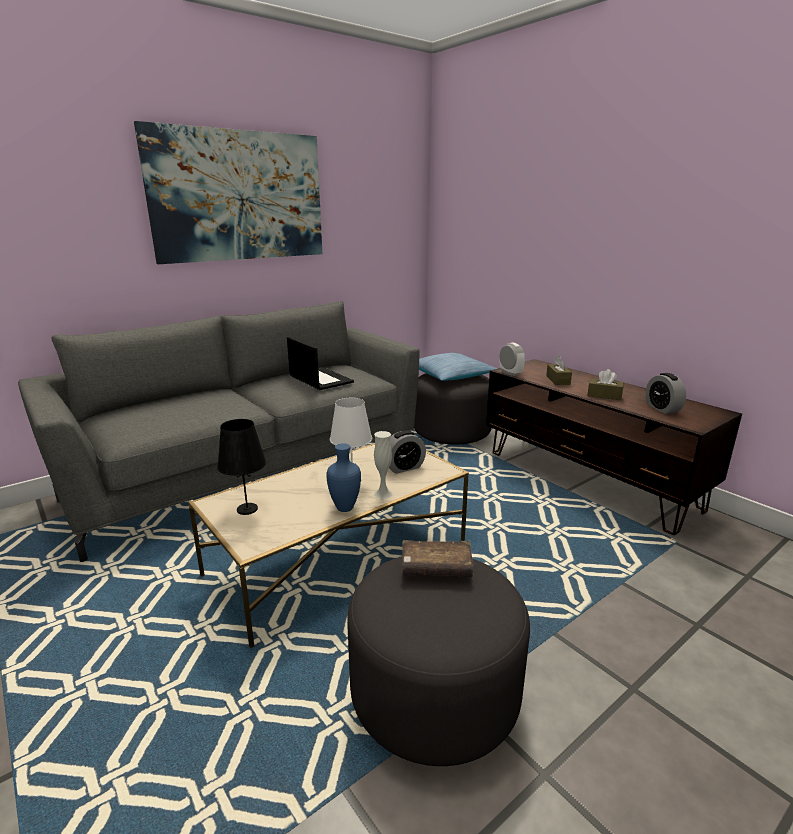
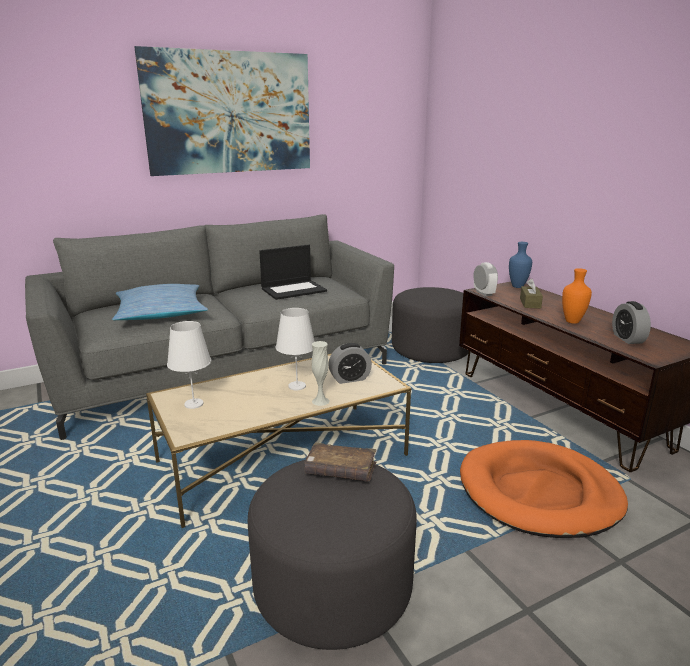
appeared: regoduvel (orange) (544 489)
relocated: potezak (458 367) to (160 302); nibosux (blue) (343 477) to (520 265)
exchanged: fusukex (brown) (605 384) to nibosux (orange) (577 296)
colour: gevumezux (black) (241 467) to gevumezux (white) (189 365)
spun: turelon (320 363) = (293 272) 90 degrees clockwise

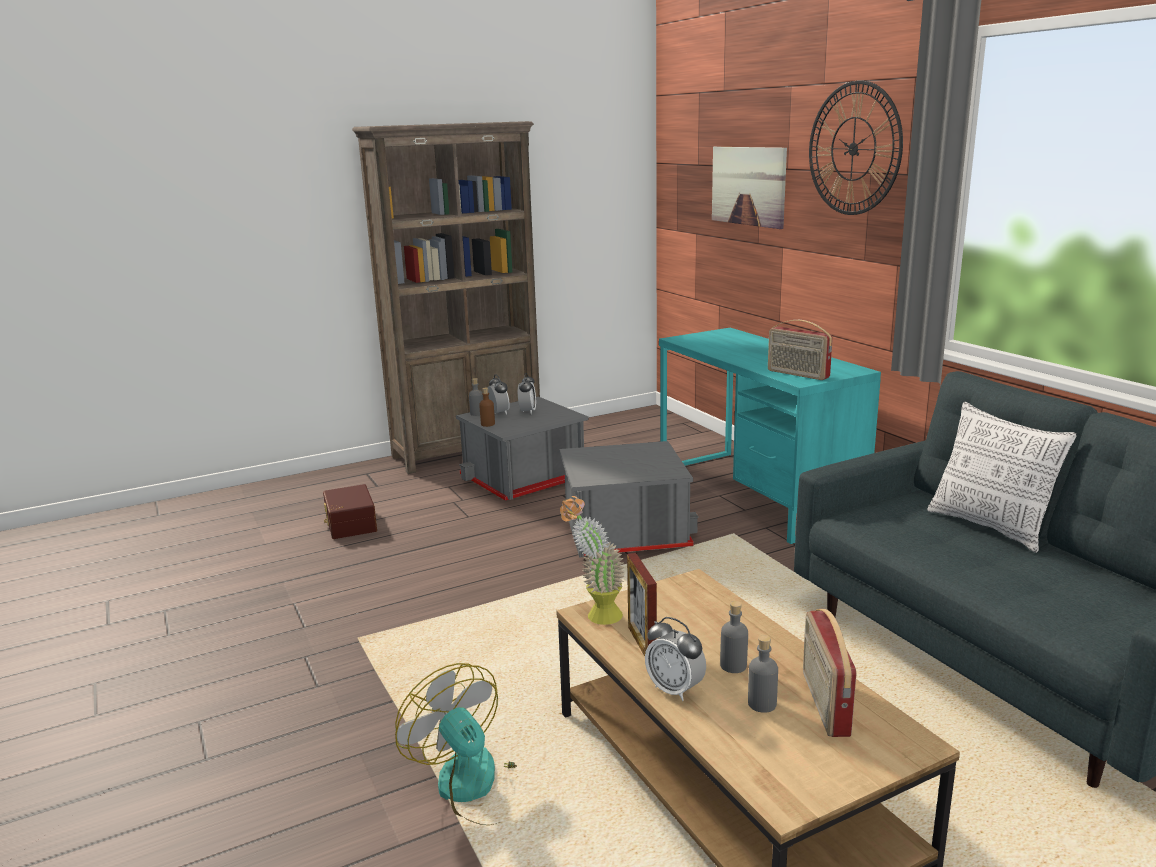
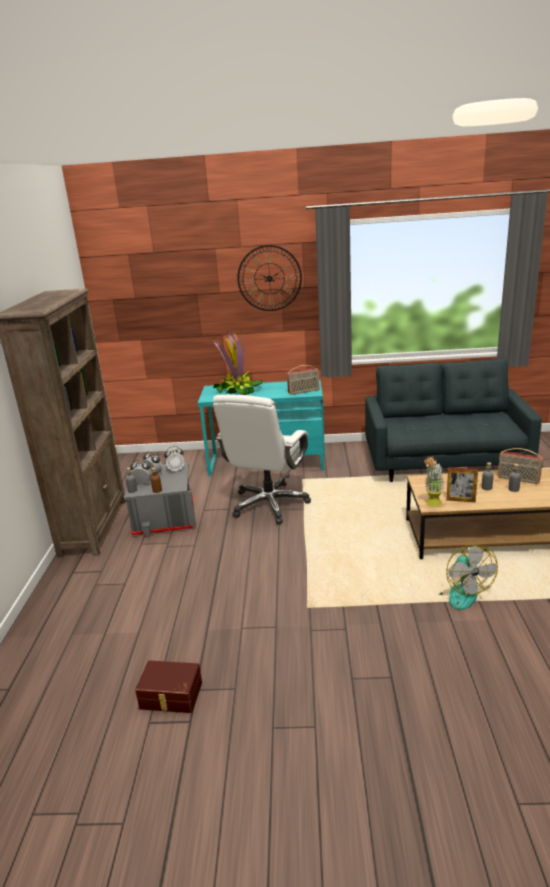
missing: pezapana (749 188); potezak (1001 477)
appeared: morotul (238 363)
relocated: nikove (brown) (350 511) to (168 687); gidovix (675 659) to (174 459)
exchanged: nikove (grey) (629 499) to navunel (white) (262 459)
spun: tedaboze (456 744) = (468 577) 90 degrees counterclockwise

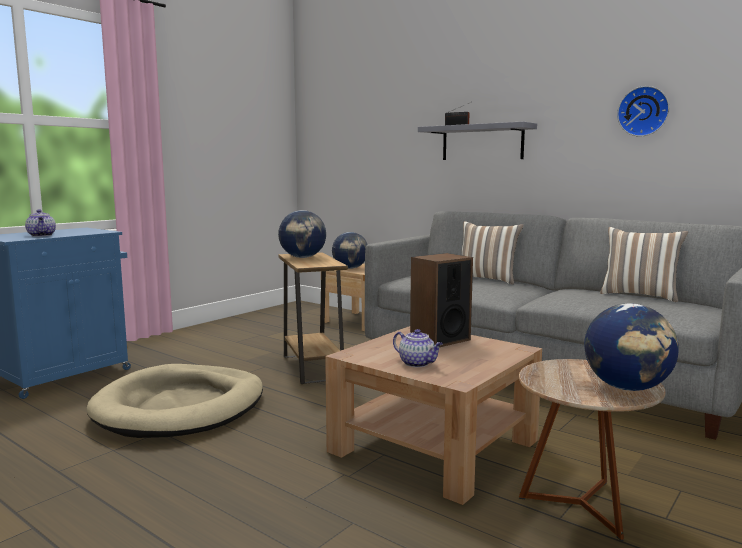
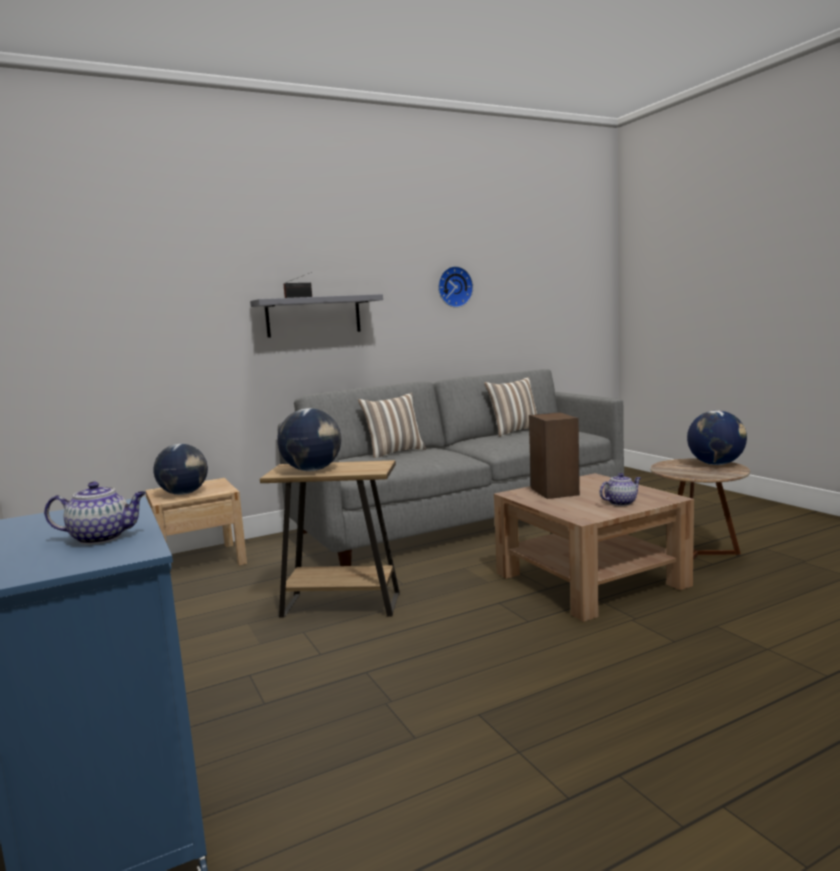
missing: regoduvel (beige) (174 401)

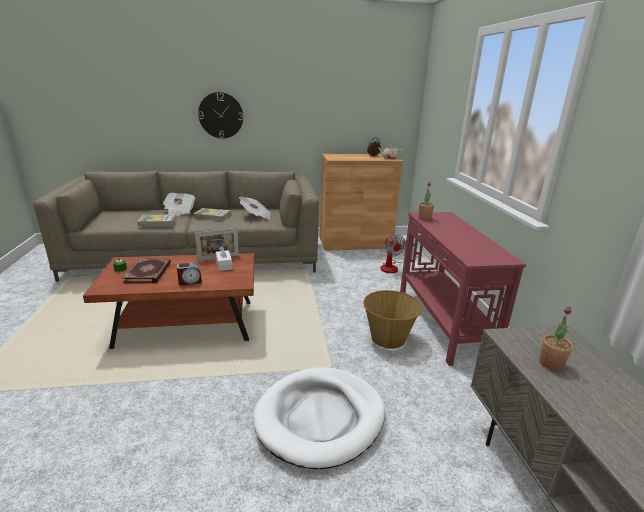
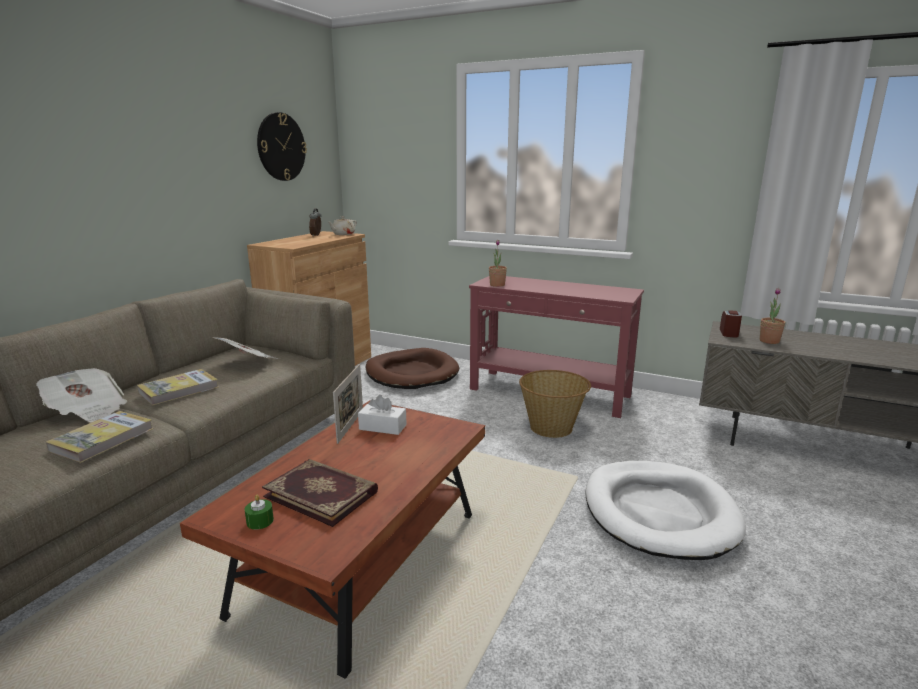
relocated: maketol (220 115) to (282 146); gidovix (189 274) to (731 324)
exchanged: tedaboze (393 254) to regoduvel (brown) (412 368)

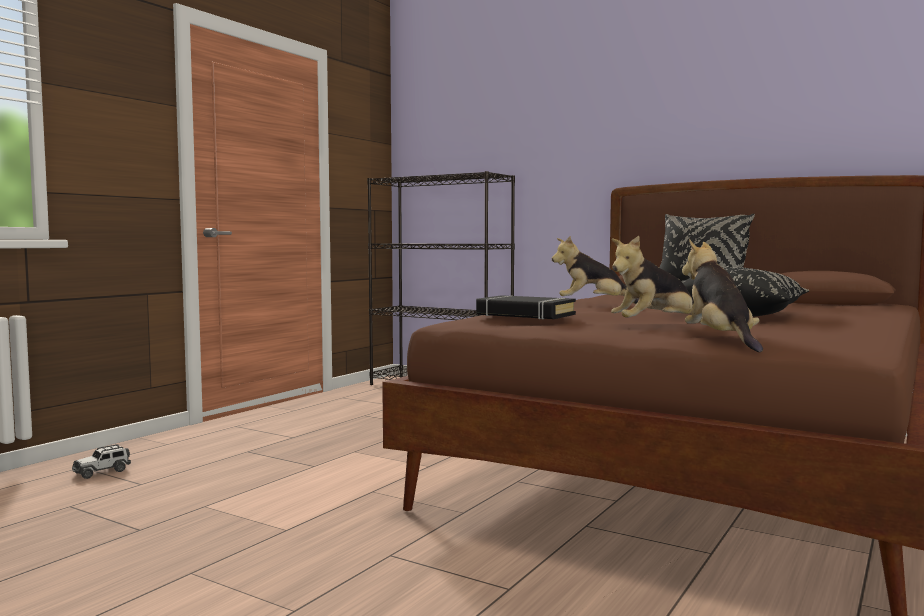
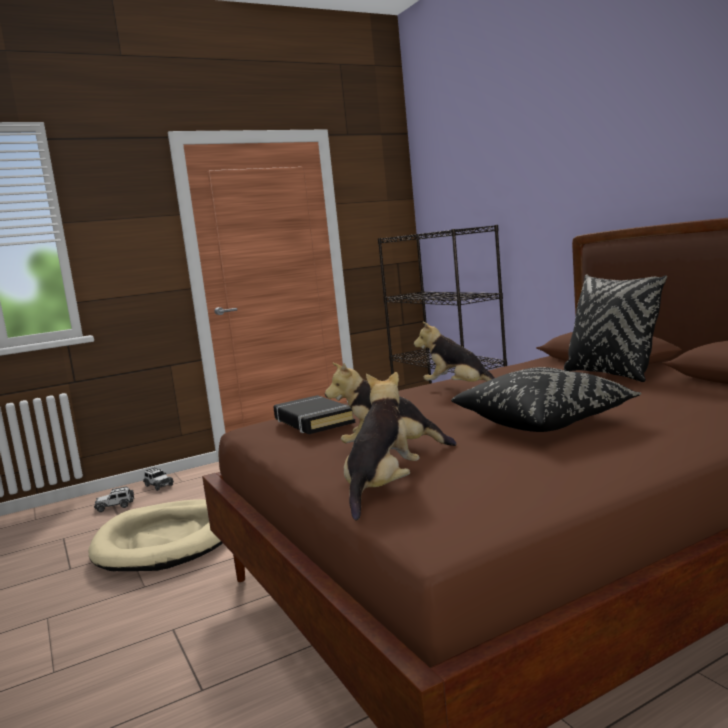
appeared: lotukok (158 479); regoduvel (beige) (155 535)

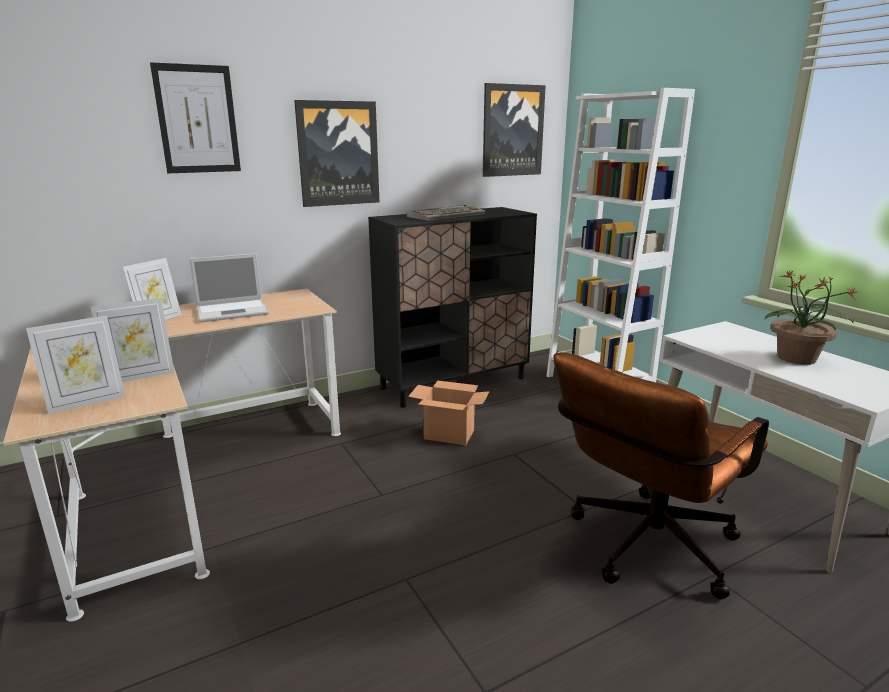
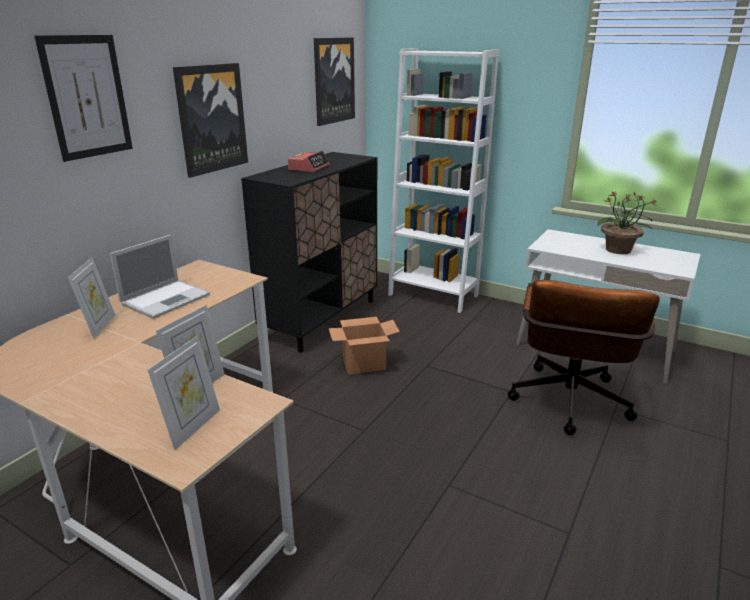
exchanged: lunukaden (446 213) to gidovix (309 161)

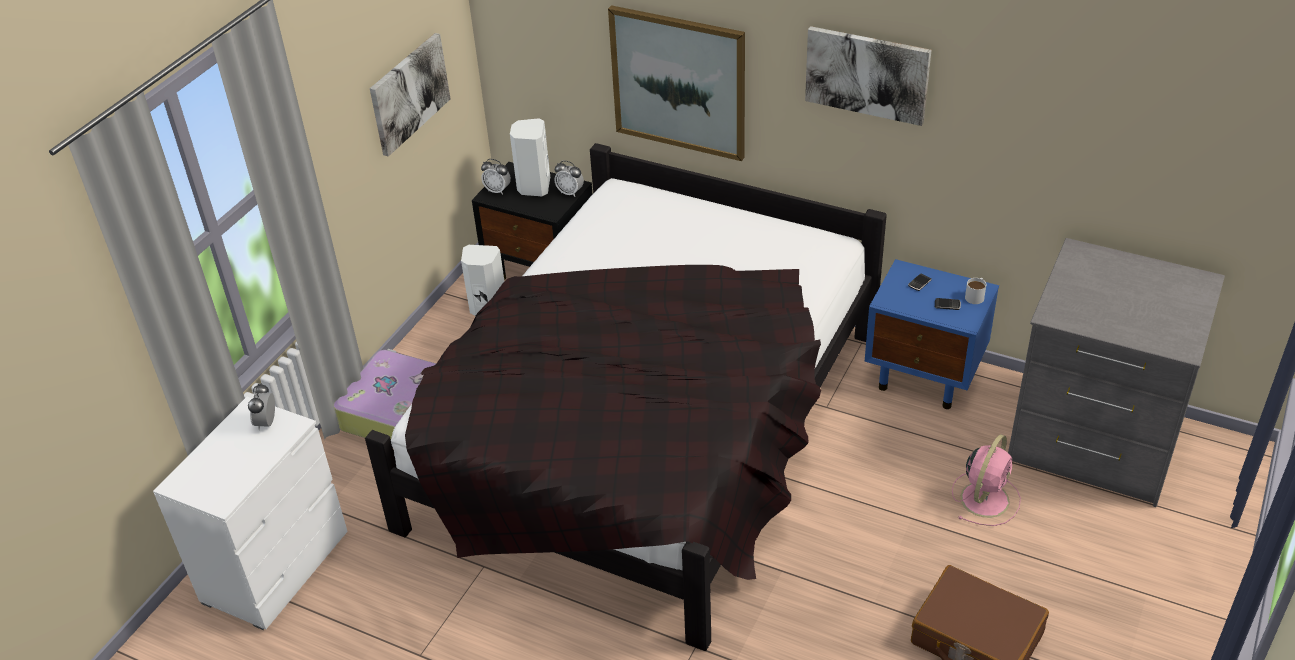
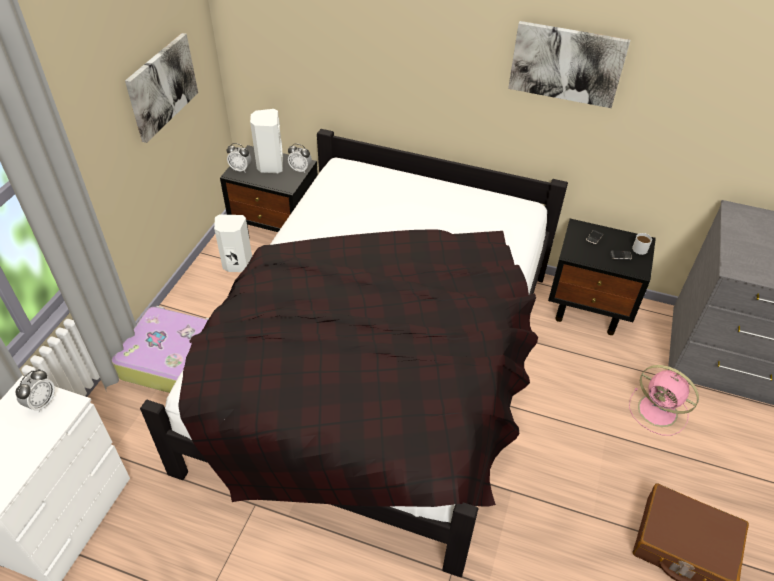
missing: pezapana (676 83)
colour: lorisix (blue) (932 334) to lorisix (black) (602 277)
spun: gidovix (261 406) = (35 391) 150 degrees counterclockwise; tedaboze (pink) (986 480) = (664 400) 105 degrees clockwise

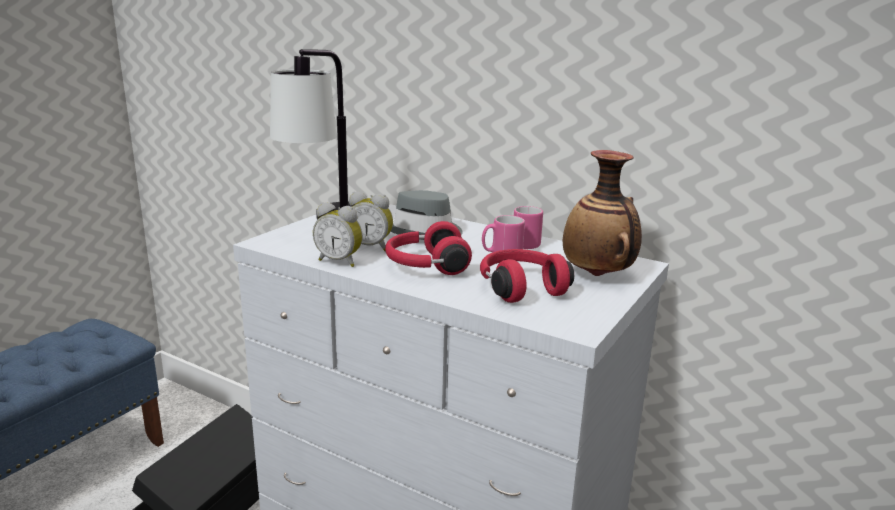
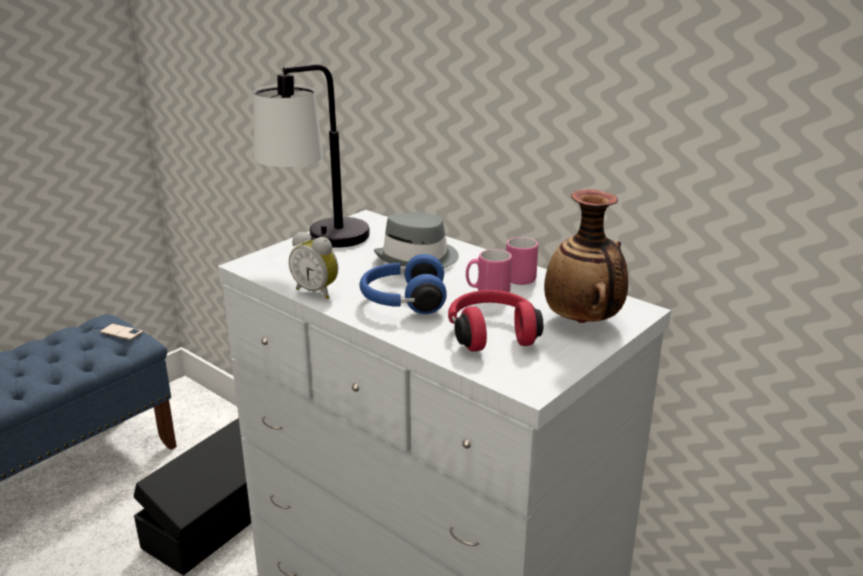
missing: gidovix (371 221)
appeared: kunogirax (121 331)
colour: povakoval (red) (428 248) to povakoval (blue) (403 284)

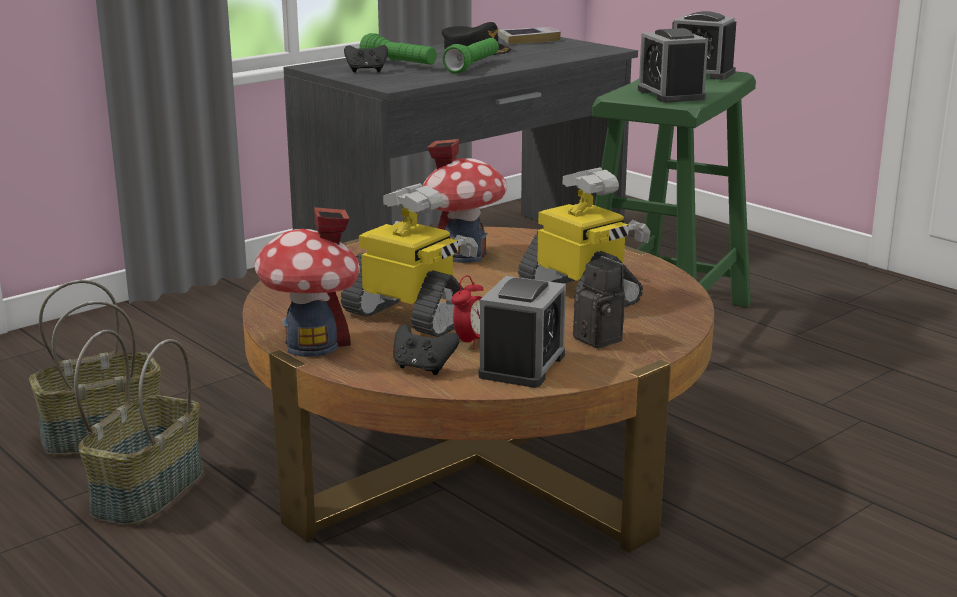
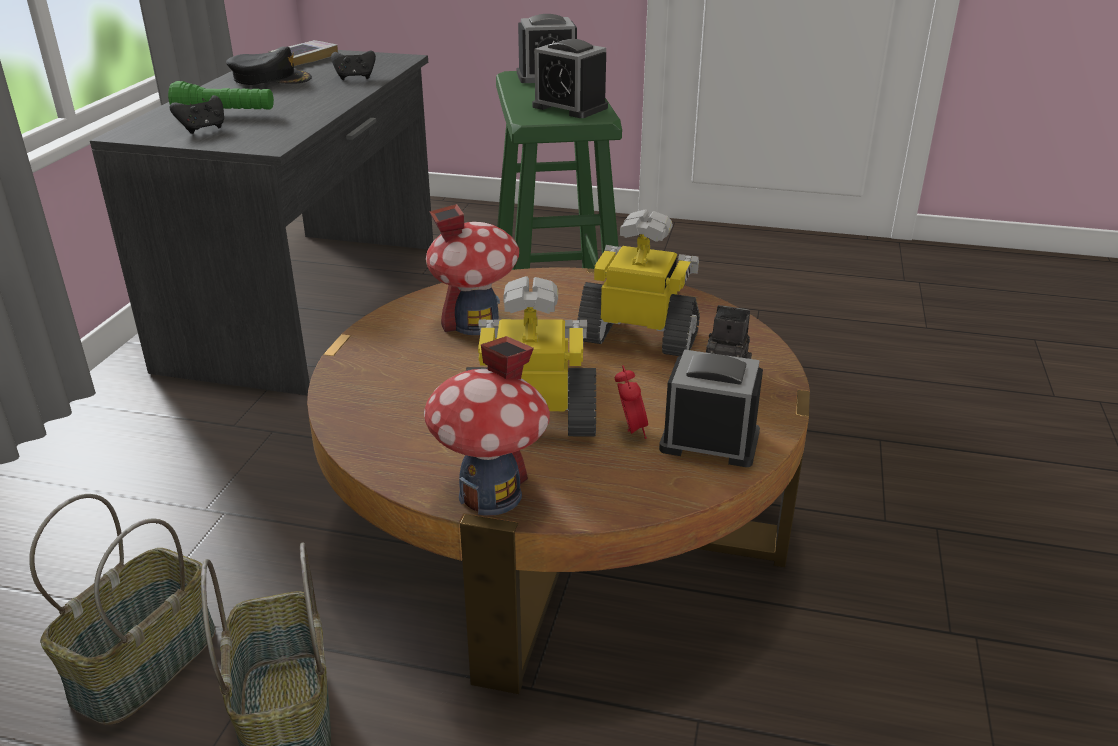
missing: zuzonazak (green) (470 56)
relocated: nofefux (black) (427 349) to (353 65)
spun: gidovix (522 332) = (711 408) 60 degrees counterclockwise

